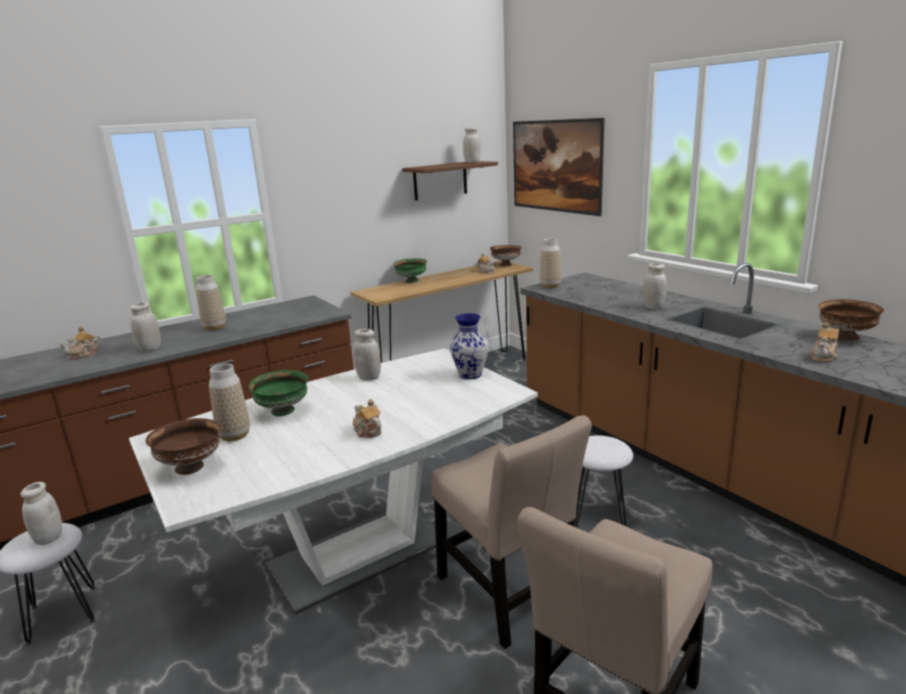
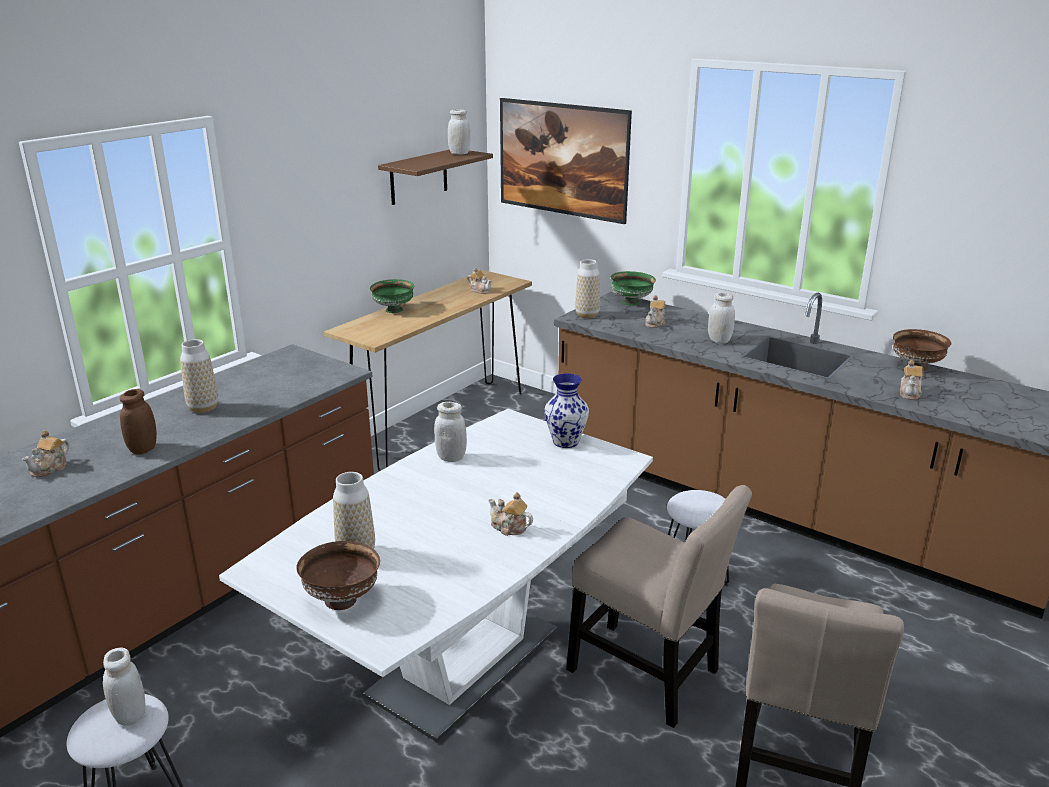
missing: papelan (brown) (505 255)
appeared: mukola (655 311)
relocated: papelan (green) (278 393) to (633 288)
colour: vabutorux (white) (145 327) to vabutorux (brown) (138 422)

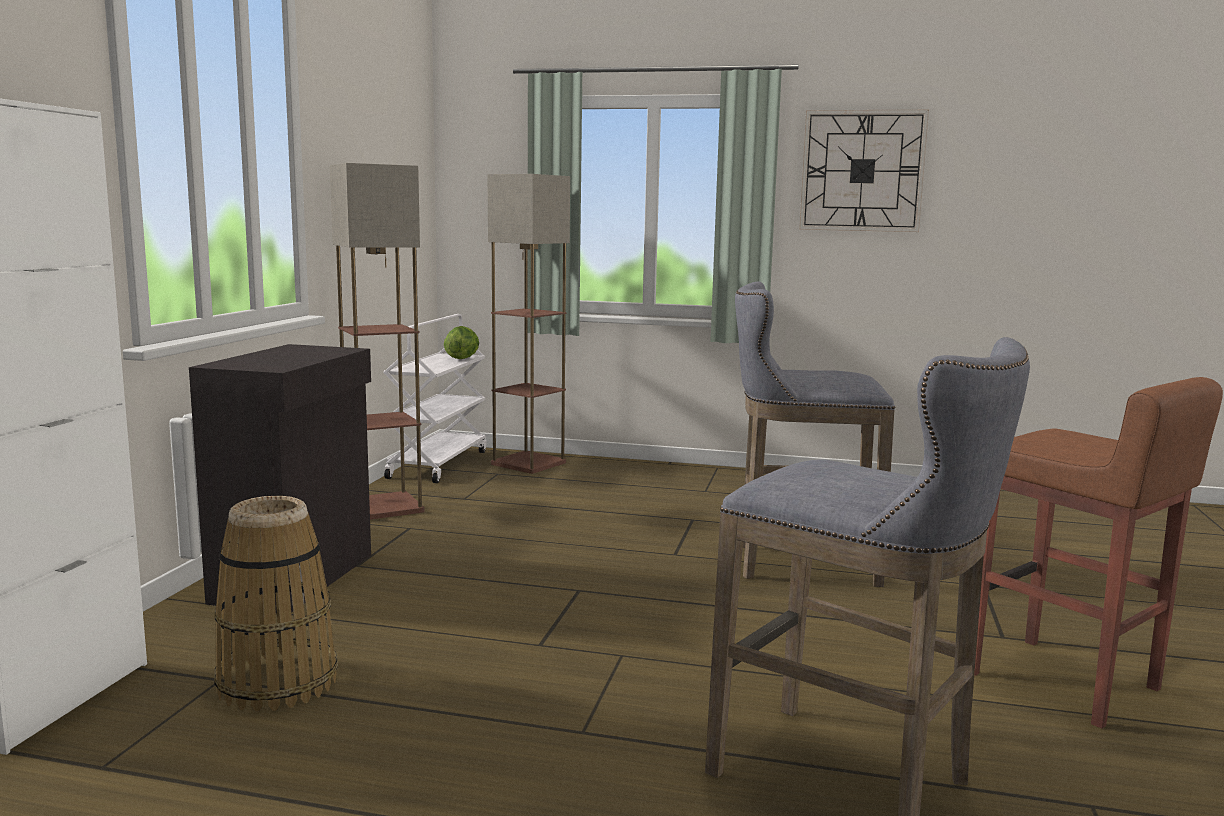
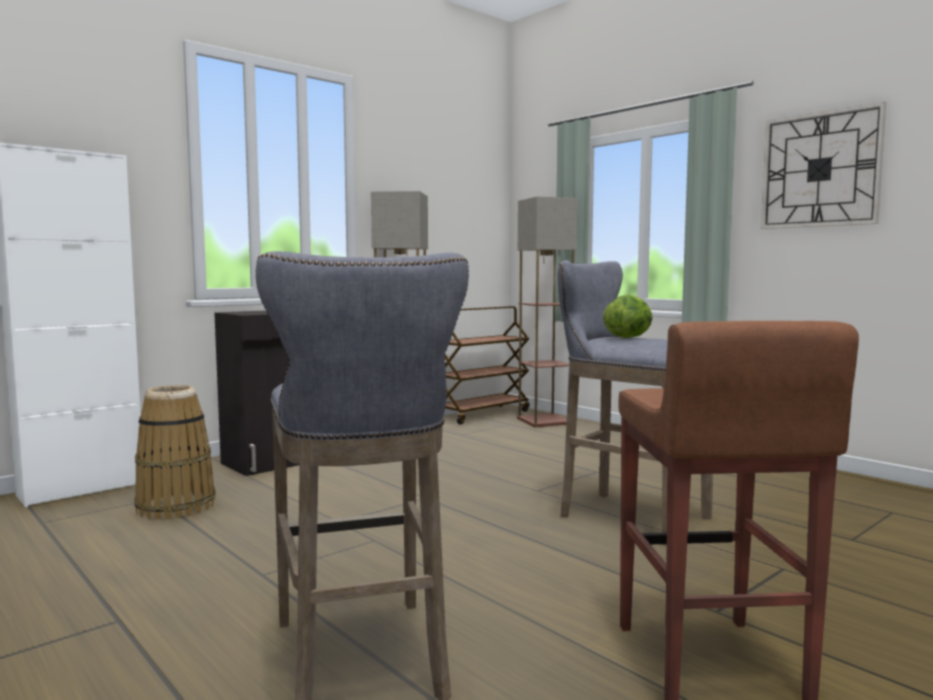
relocated: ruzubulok (461 342) to (627 316)
colour: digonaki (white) (435 398) to digonaki (brown) (486 365)

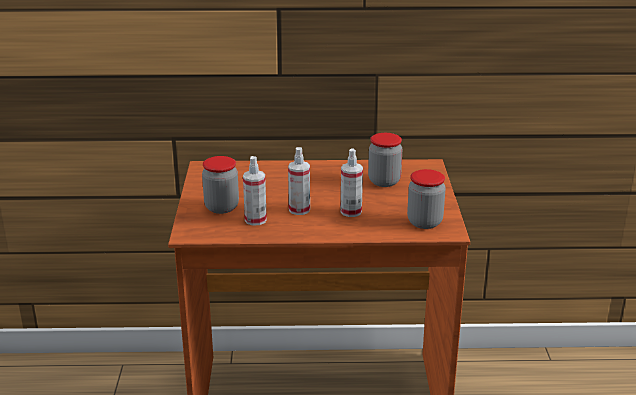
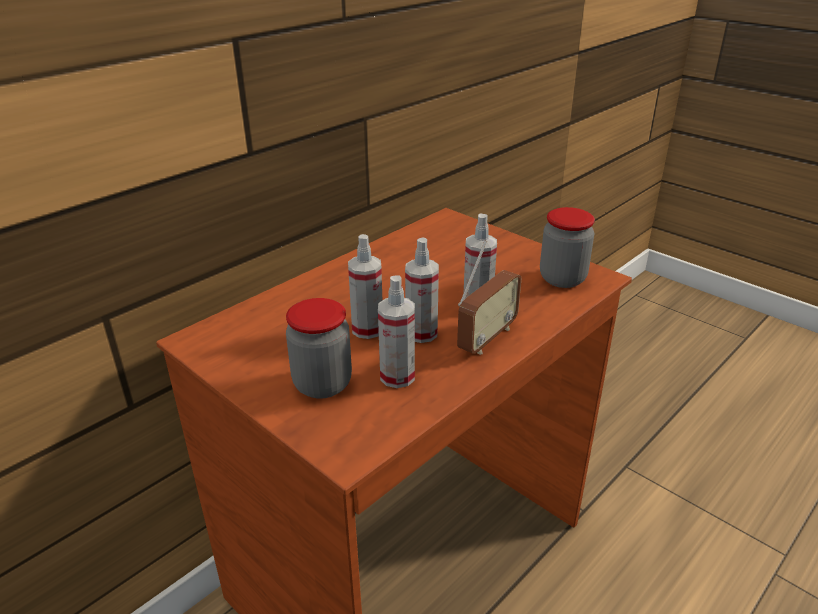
missing: vabutorux (385 160)
appeared: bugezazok (365 286); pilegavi (489 297)

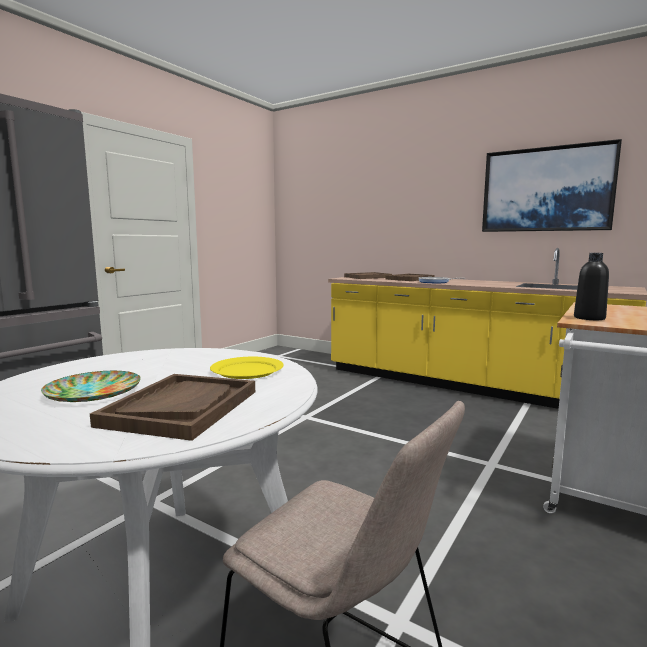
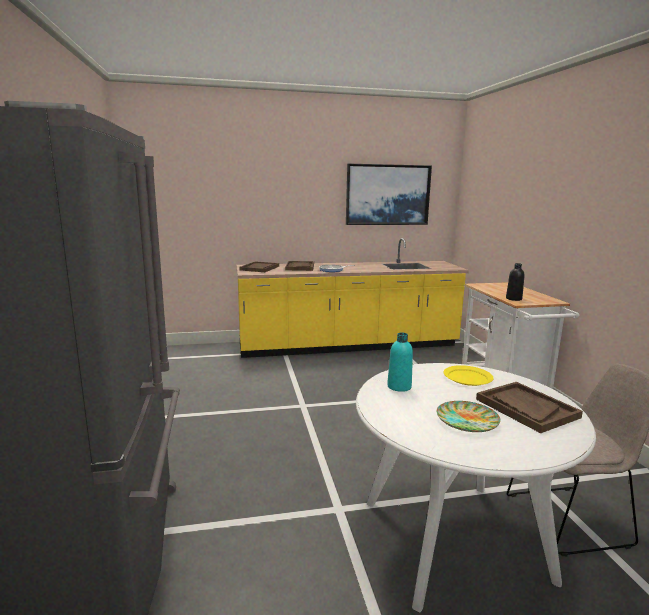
appeared: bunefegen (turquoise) (400 362)

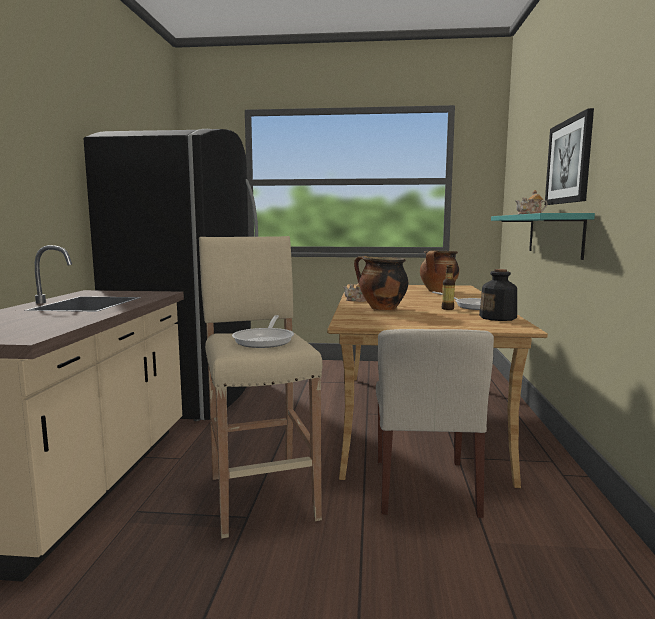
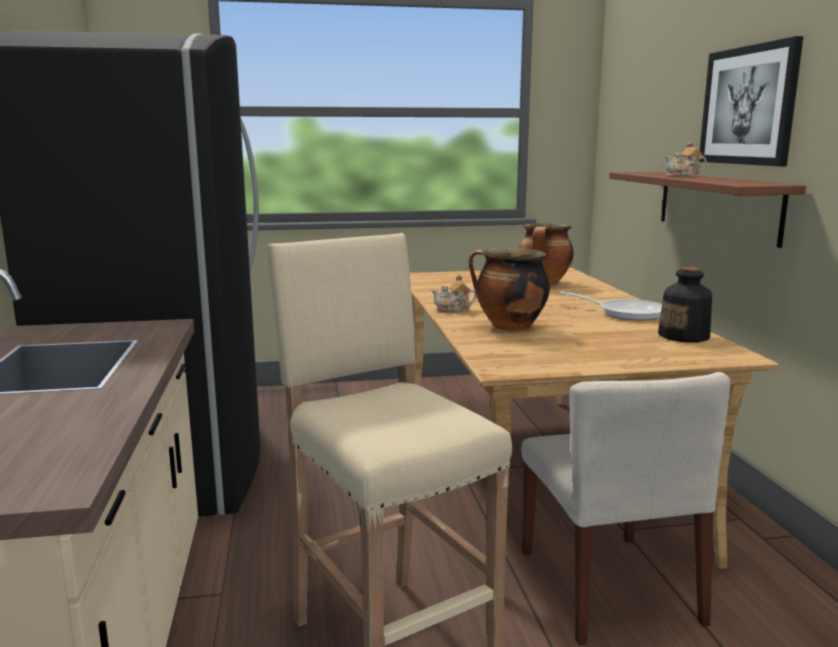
missing: bunefegen (448 287); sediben (263 331)
colour: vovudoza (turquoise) (543 236) to vovudoza (brown) (707 210)

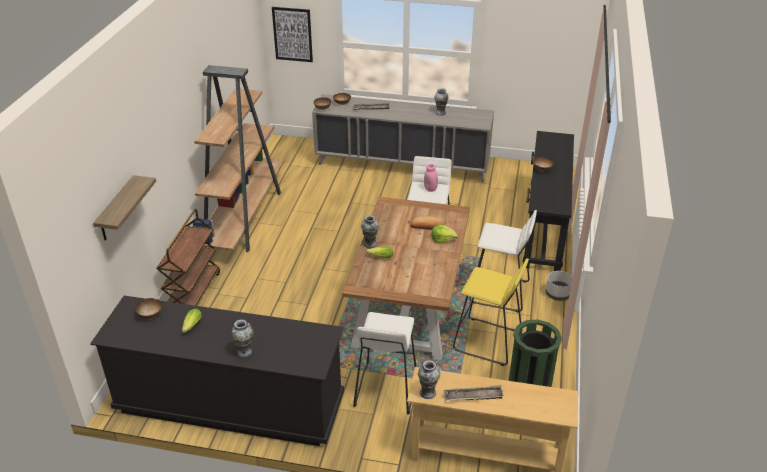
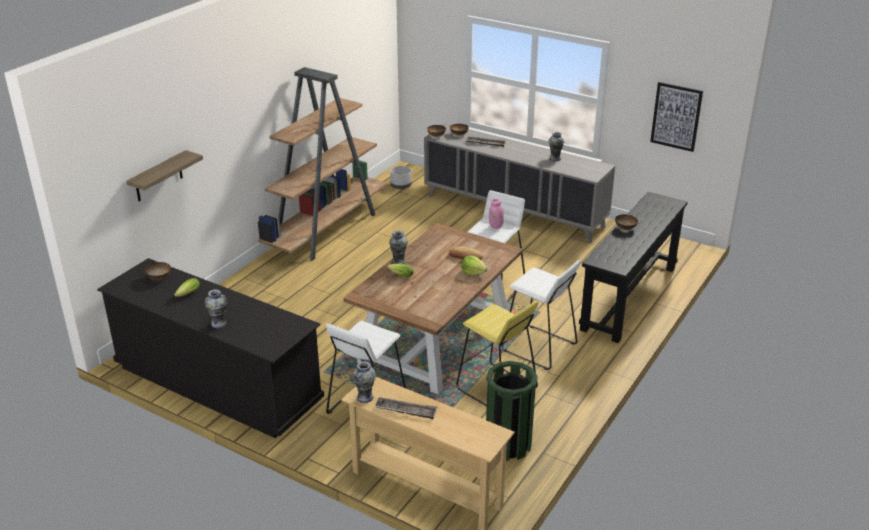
missing: digonaki (brown) (188 257)
relocated: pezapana (292 34) to (676 117); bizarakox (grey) (559 286) to (401 177)

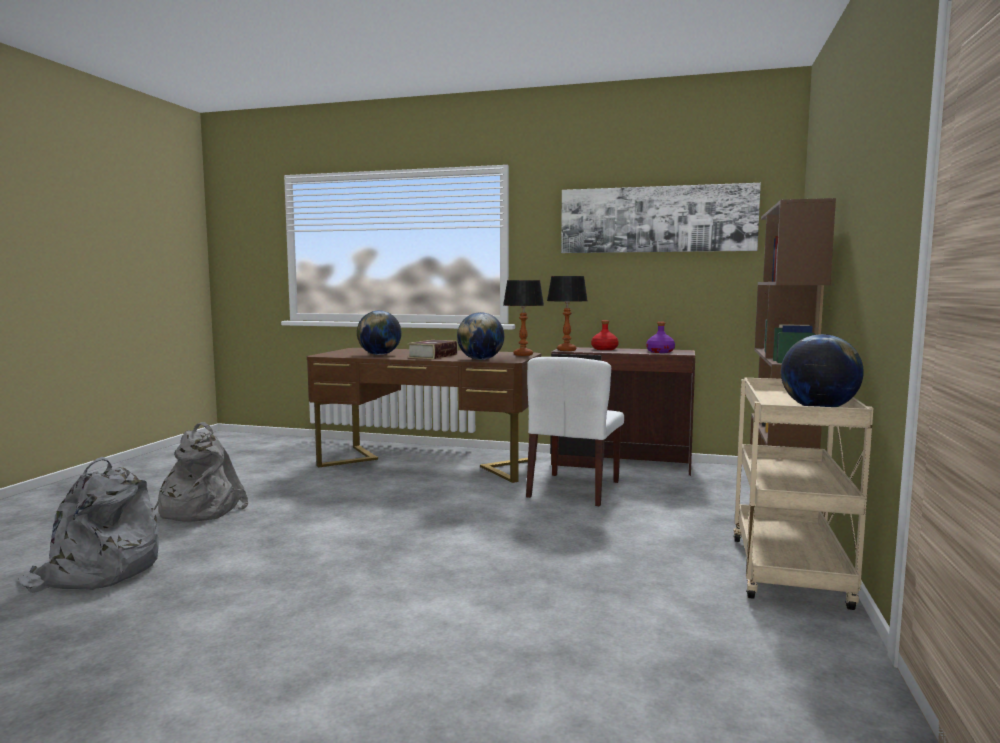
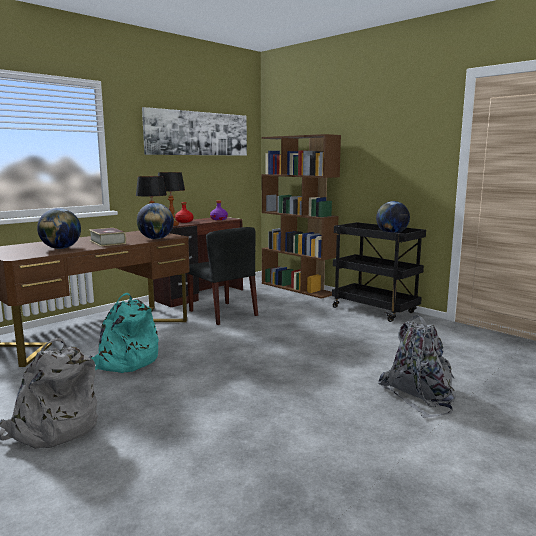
appeared: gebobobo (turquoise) (124 333)
relocated: gebobobo (grey) (88 525) to (417 366)
colour: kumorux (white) (575 432) to kumorux (black) (222 276); digonaki (beige) (803 494) to digonaki (black) (379 272)

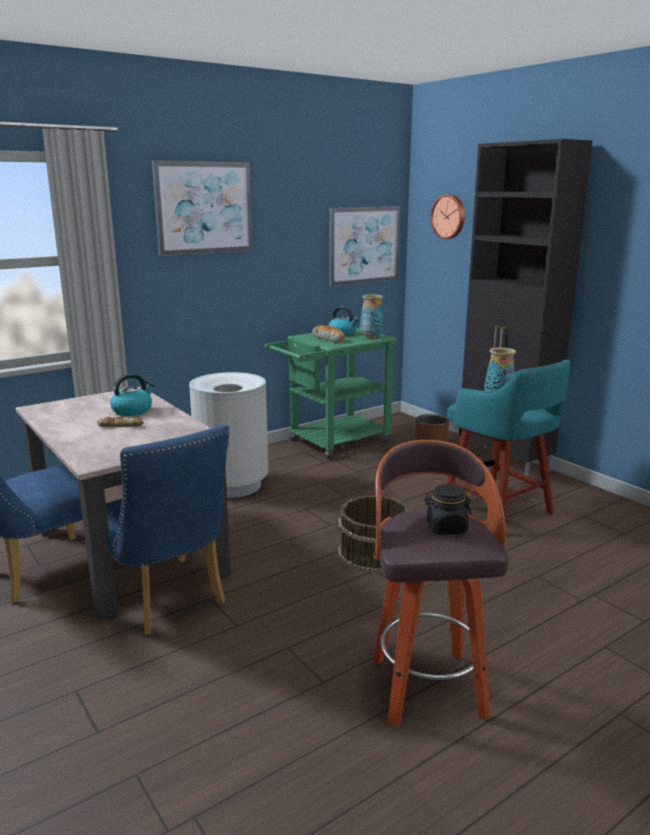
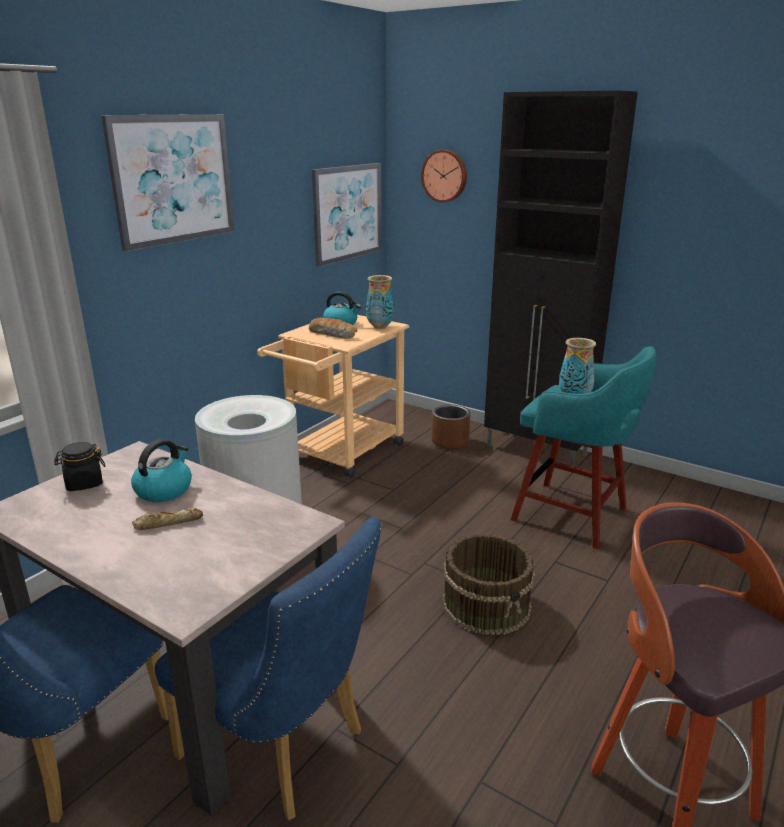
relocated: vabutorux (black) (447 509) to (80 466)
colour: digonaki (green) (331 394) to digonaki (beige) (333 396)

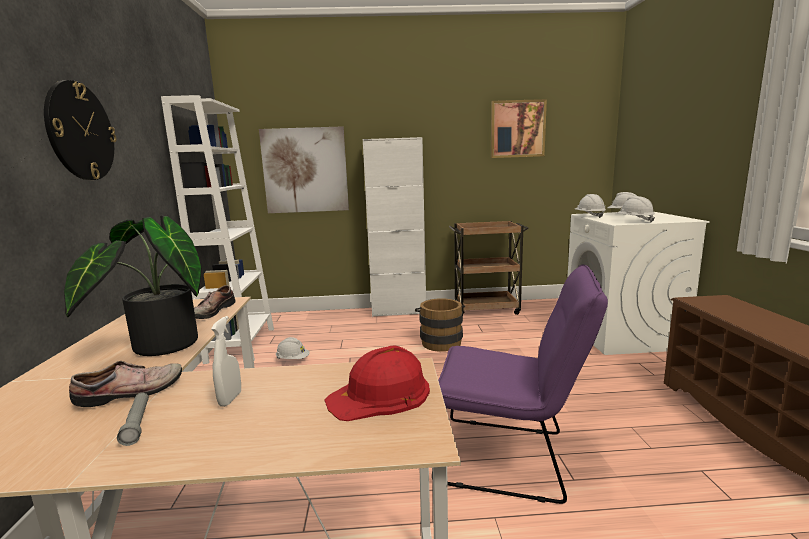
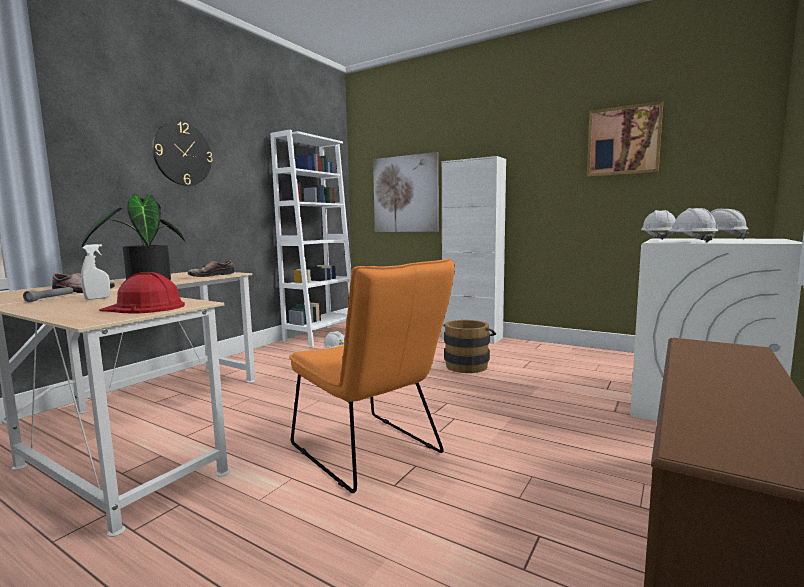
missing: digonaki (brown) (489 268)
colour: kumorux (purple) (520 384) to kumorux (orange) (372 375)

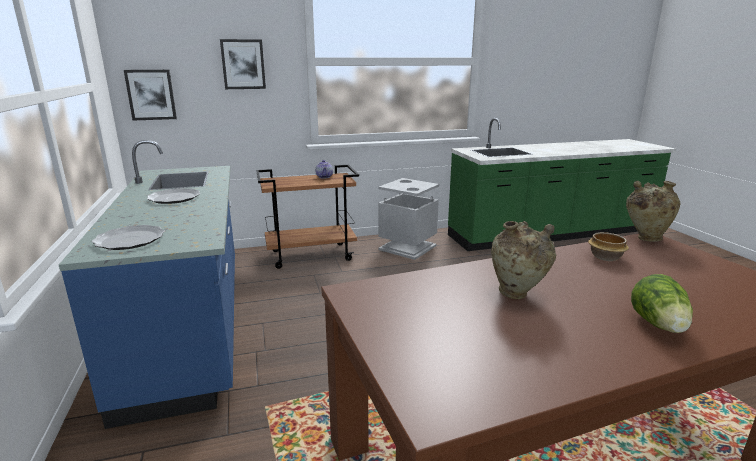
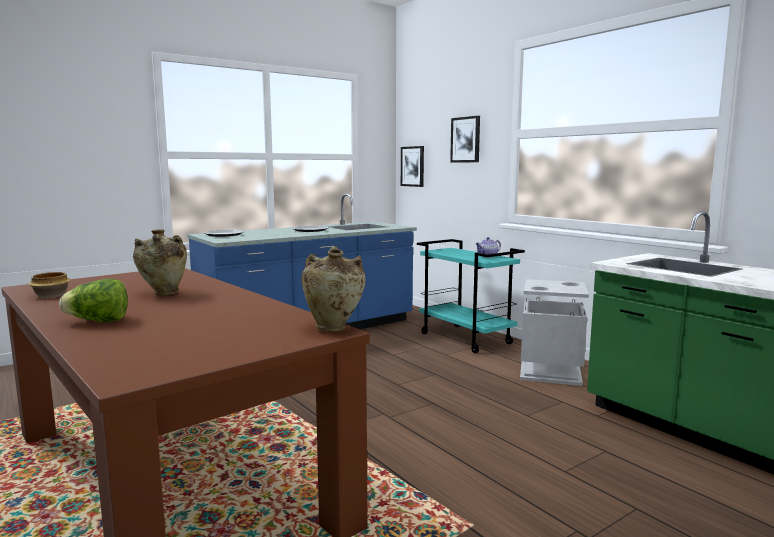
relocated: papelan (608 246) to (50 285)
colour: digonaki (brown) (307 217) to digonaki (turquoise) (471 296)

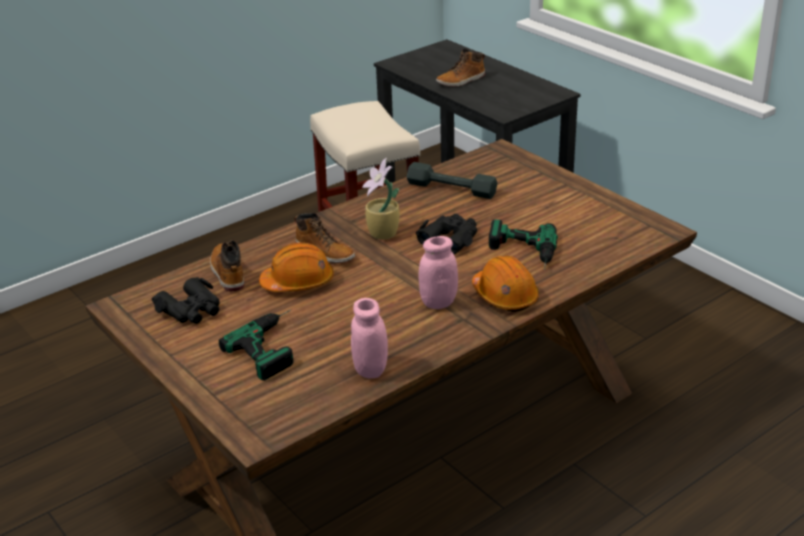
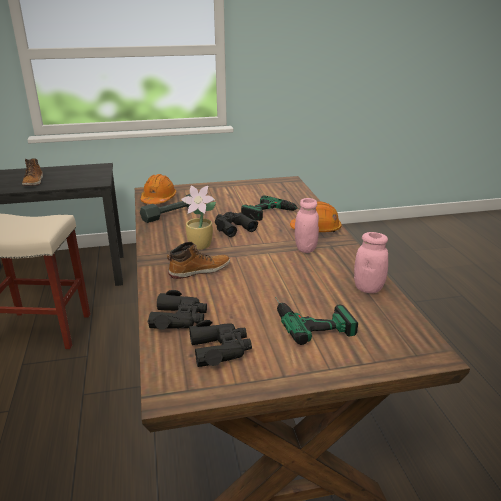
relocated: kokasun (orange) (296 267) to (158 189)
exchanged: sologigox (227 266) to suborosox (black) (177 310)

